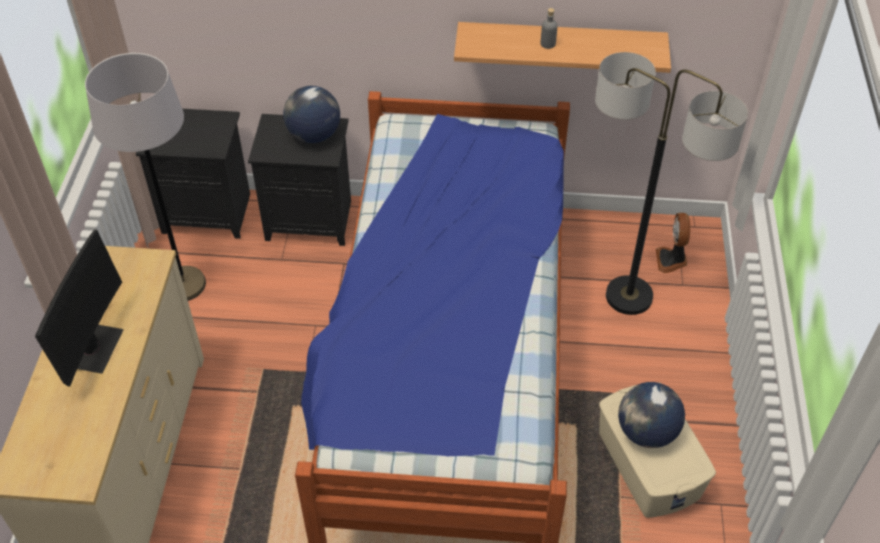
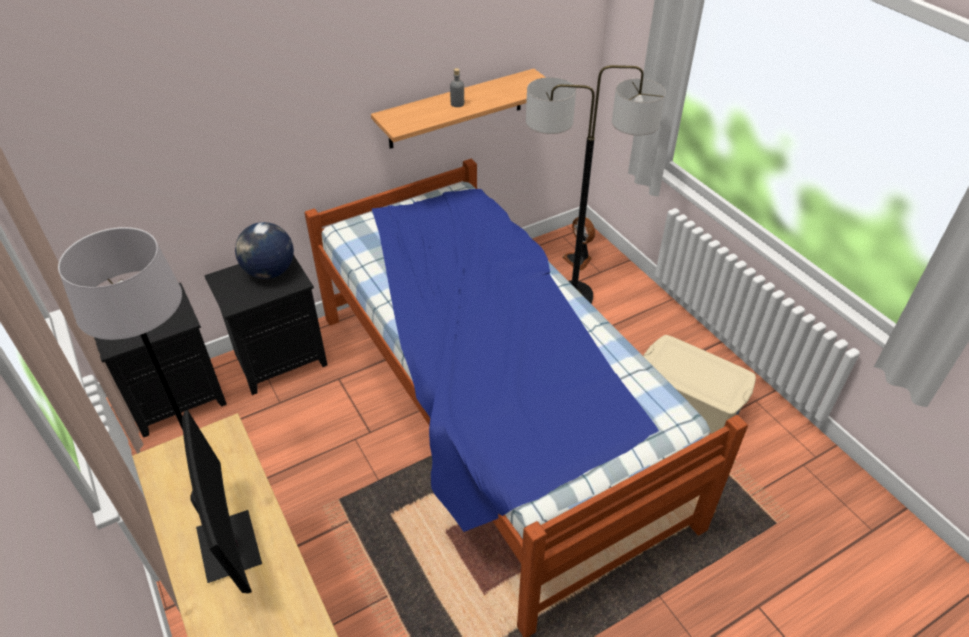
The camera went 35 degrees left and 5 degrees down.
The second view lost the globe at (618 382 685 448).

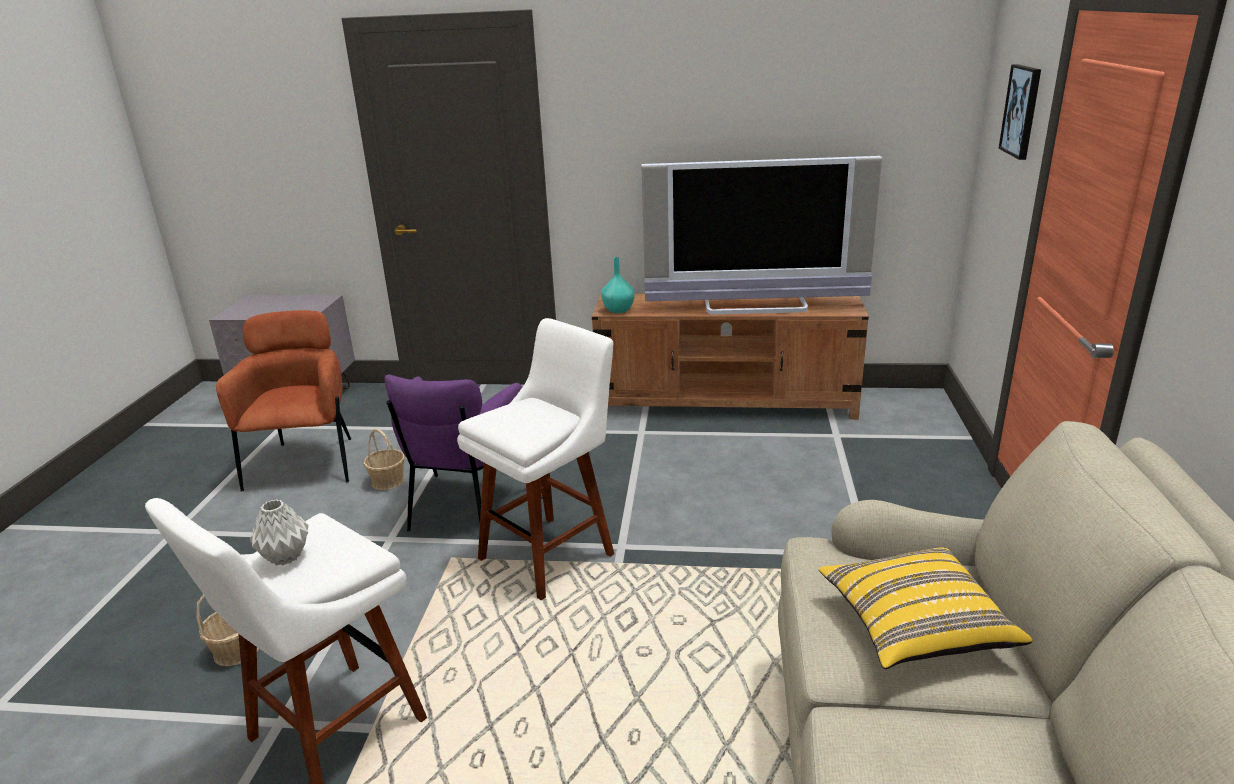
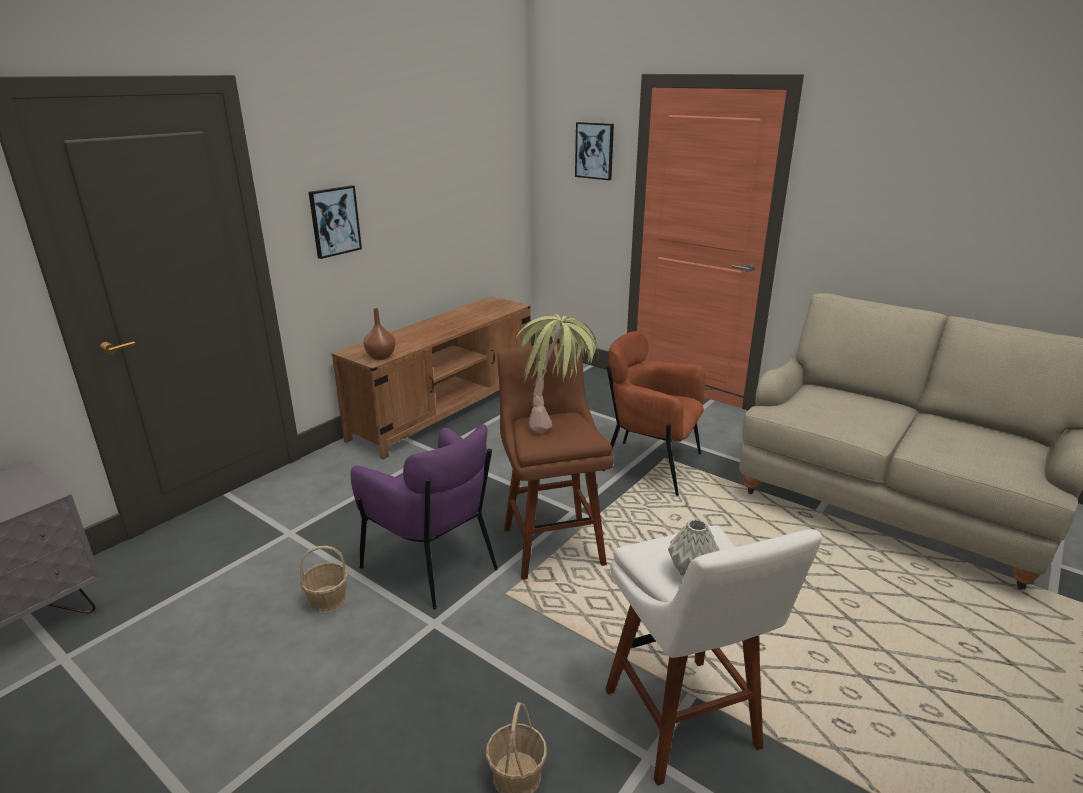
The camera went 60 degrees left and 0 degrees up.
The armchair (brown) ended up elsewhere, having gone from (216 310 351 491) to (602 331 705 496).
What was the stool (white) at (457 318 614 600) turned into the stool (brown) at (497 342 614 580).
What was the vase (turquoise) at (601 257 635 313) turned into the vase (brown) at (363 308 395 360).
The second view lost the television at (642 156 882 315).
The second view lost the pillow (yellow) at (819 548 1032 669).
The second view gained the picture at (309 185 362 259).
The second view gained the potted plant at (515 314 599 434).

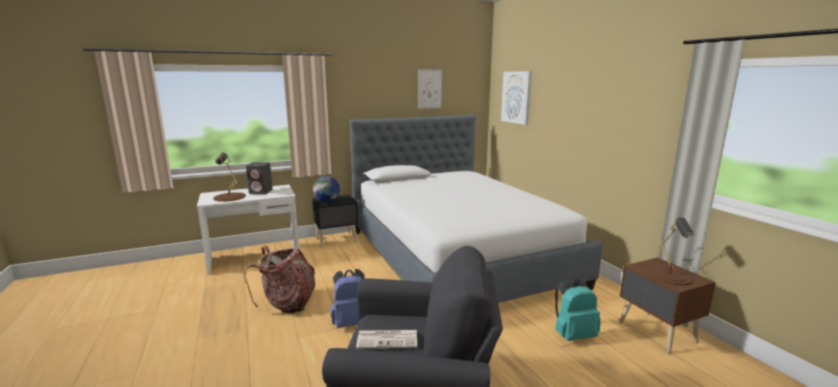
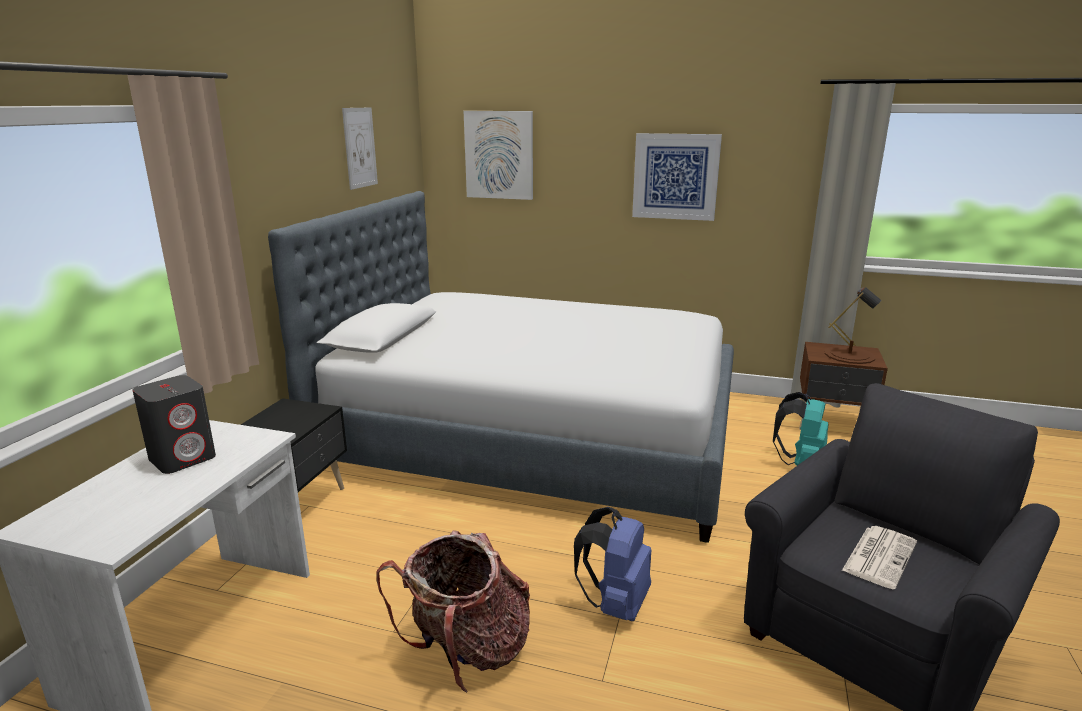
The camera went 50 degrees left and 5 degrees up.
The second view lost the table lamp (brown) at (213 153 246 202).
The second view lost the globe at (313 176 340 203).
The second view gained the picture at (632 133 722 221).

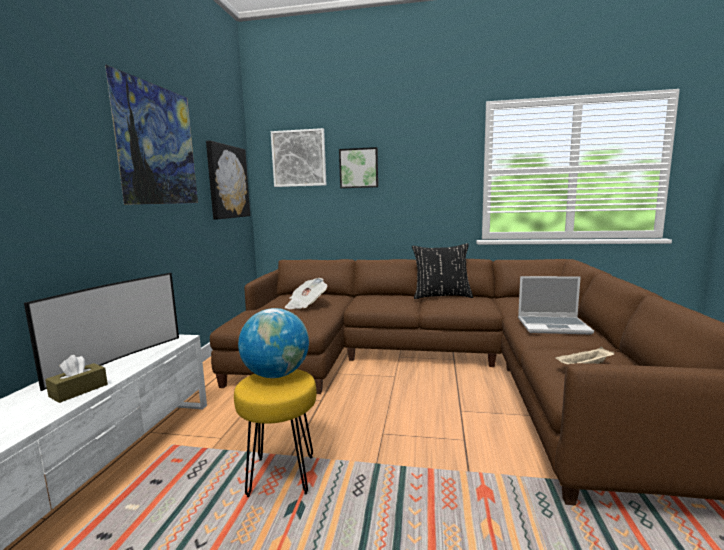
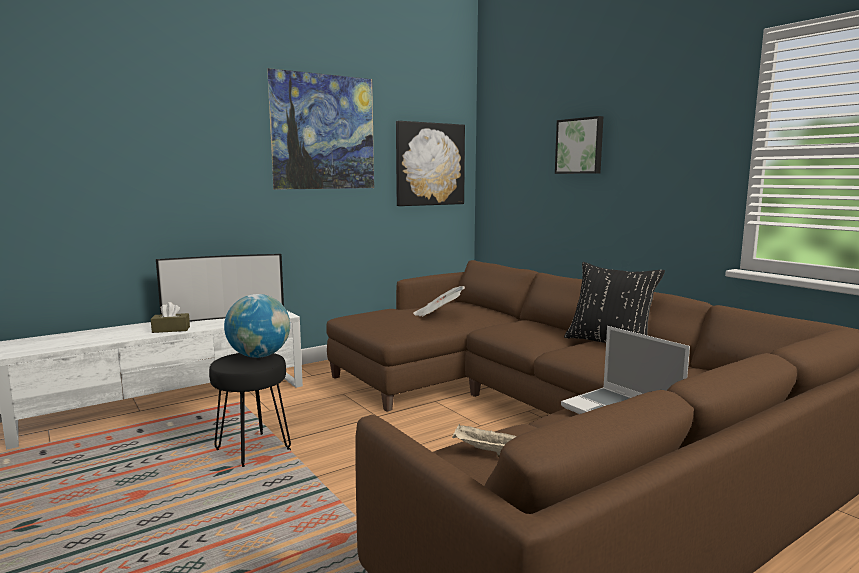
The camera went 45 degrees right and 0 degrees up.
What was the stool (yellow) at (234 369 316 497) turned into the stool (black) at (209 353 291 467).
The second view lost the picture at (271 128 327 187).

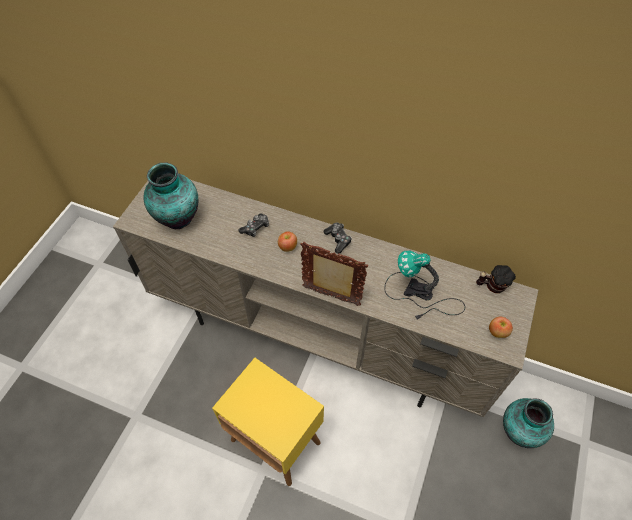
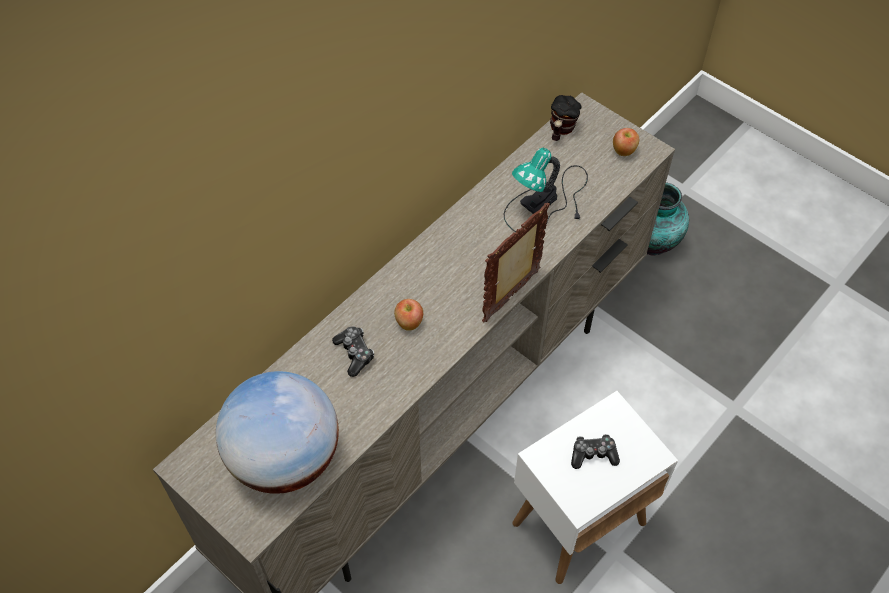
The camera went 70 degrees left and 0 degrees up.
Where the vase stood at (144 163 199 229), the globe came to stand at (216 371 339 494).
What was the side table (yellow) at (212 358 324 486) turned into the side table (white) at (512 391 678 584).
The game controller ended up elsewhere, having gone from (323 223 352 254) to (571 434 620 469).

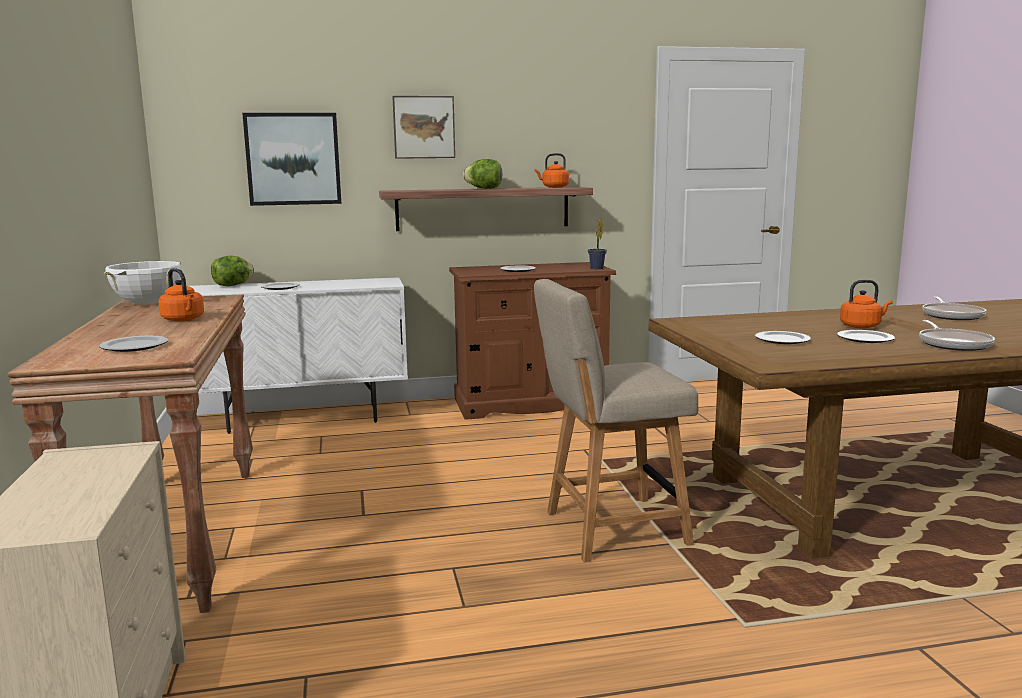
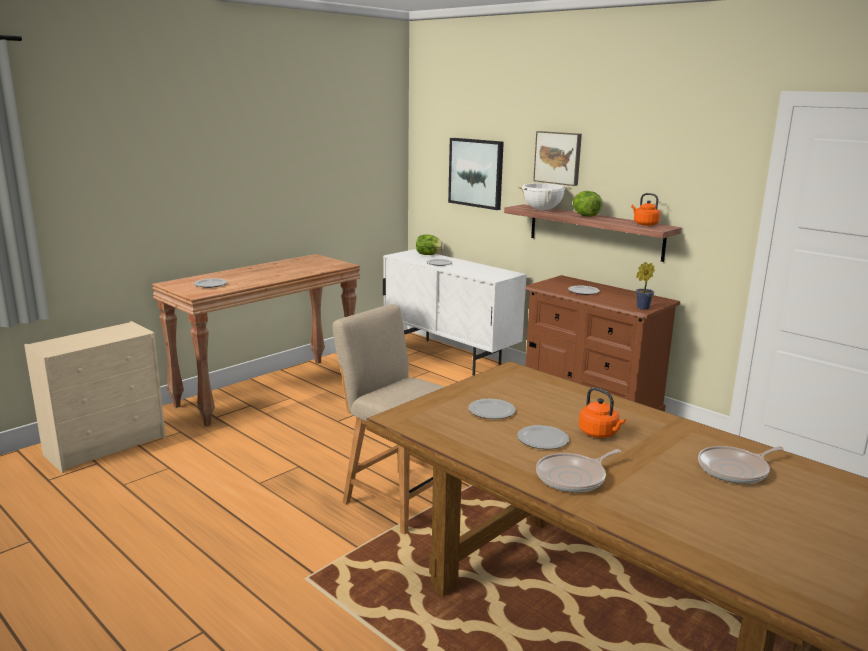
The camera went 55 degrees right and 5 degrees up.
The cooking pot (white) ended up elsewhere, having gone from (104 261 182 305) to (518 183 570 210).
The second view lost the kettle (orange) at (159 268 204 321).

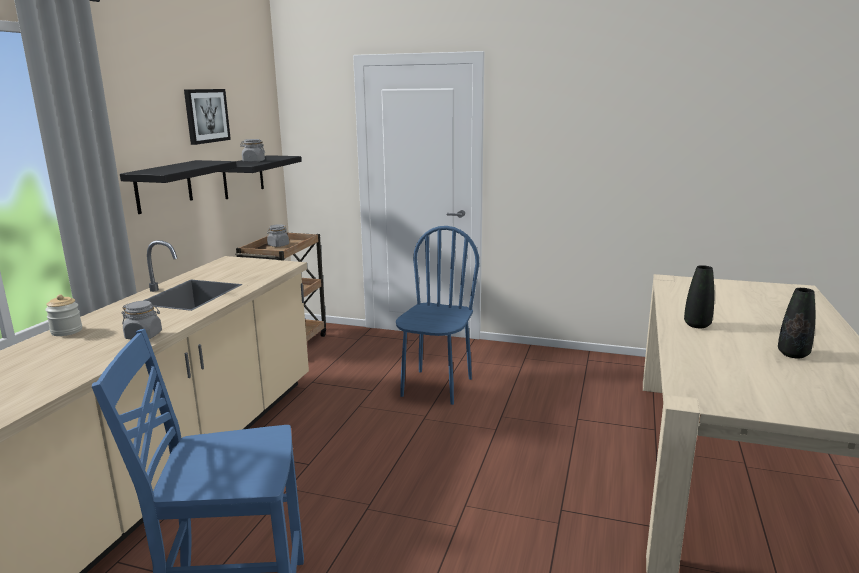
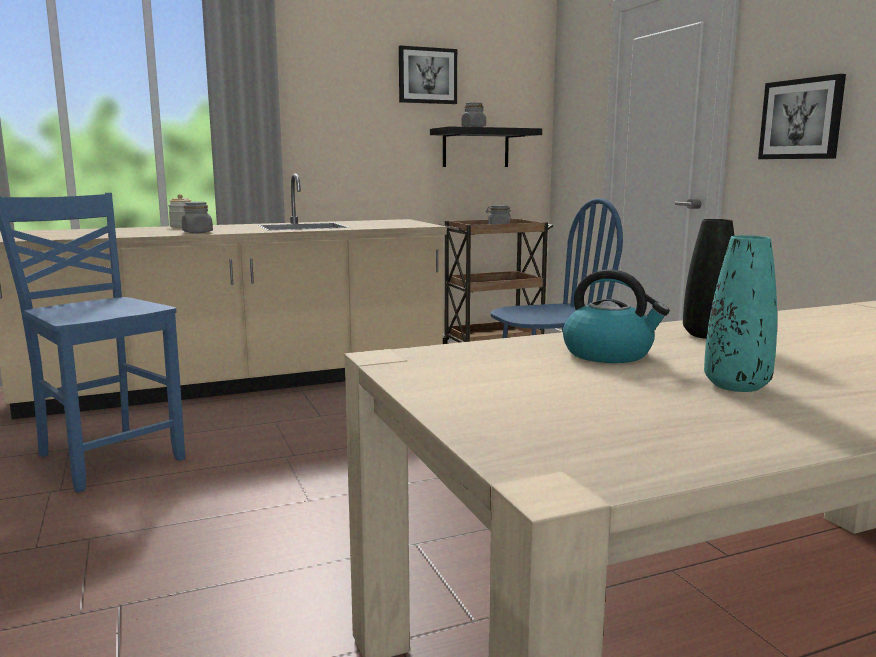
The camera went 50 degrees right and 5 degrees down.
The second view lost the shelf (black) at (120 160 237 214).
What was the vase (black) at (778 288 815 359) turned into the vase (turquoise) at (704 235 777 392).
The second view gained the kettle at (563 269 670 363).
The second view gained the picture at (758 74 846 159).

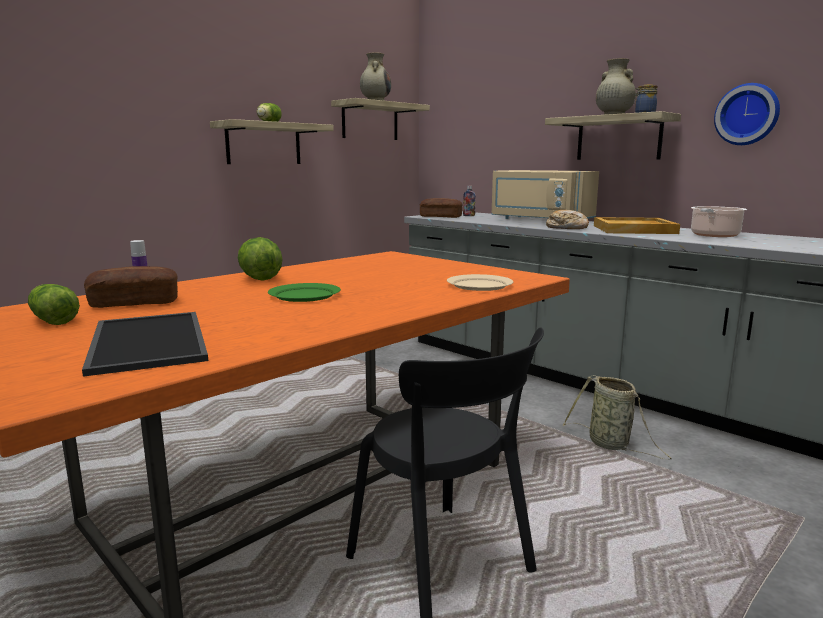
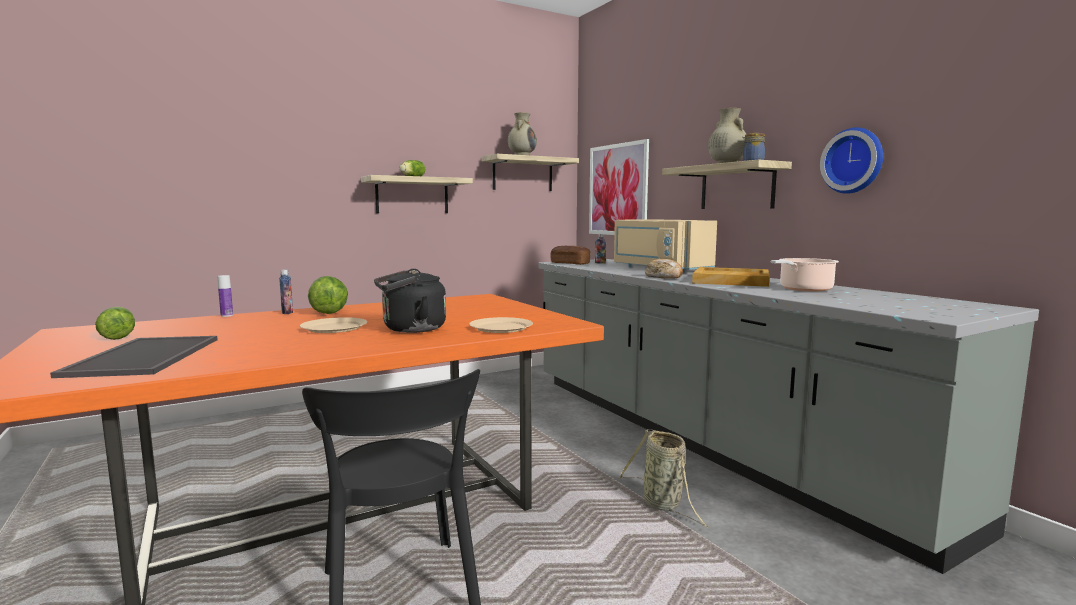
The camera went 15 degrees right and 5 degrees down.
The second view lost the bread at (84 266 178 308).
What was the plate (green) at (268 283 341 302) turned into the plate (beige) at (300 317 367 333).
The second view gained the bottle at (279 269 293 314).
The second view gained the kettle (black) at (374 269 446 333).
The second view gained the picture at (589 139 649 235).

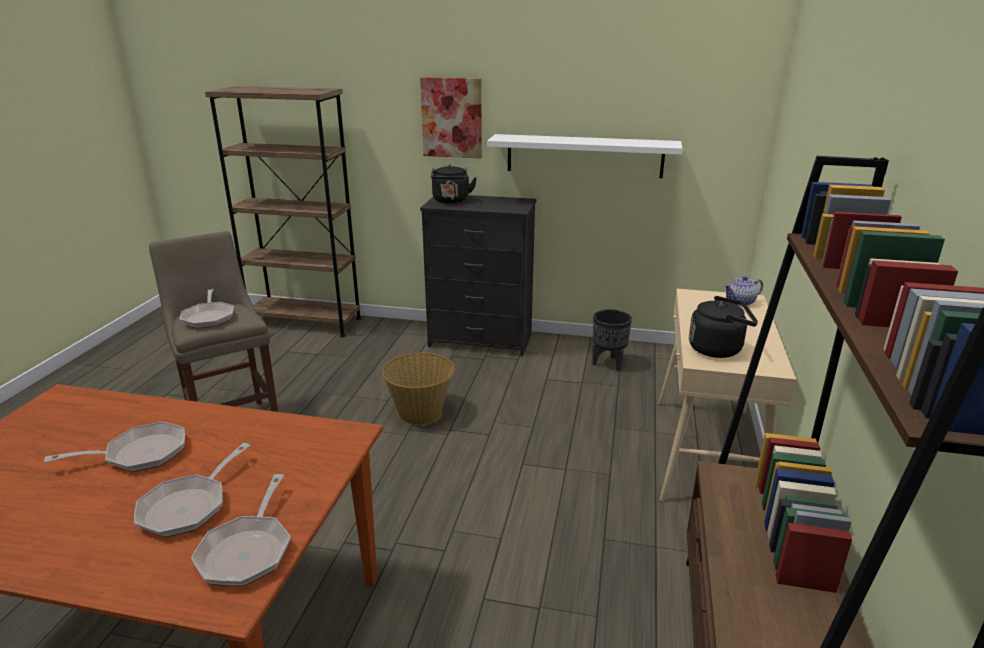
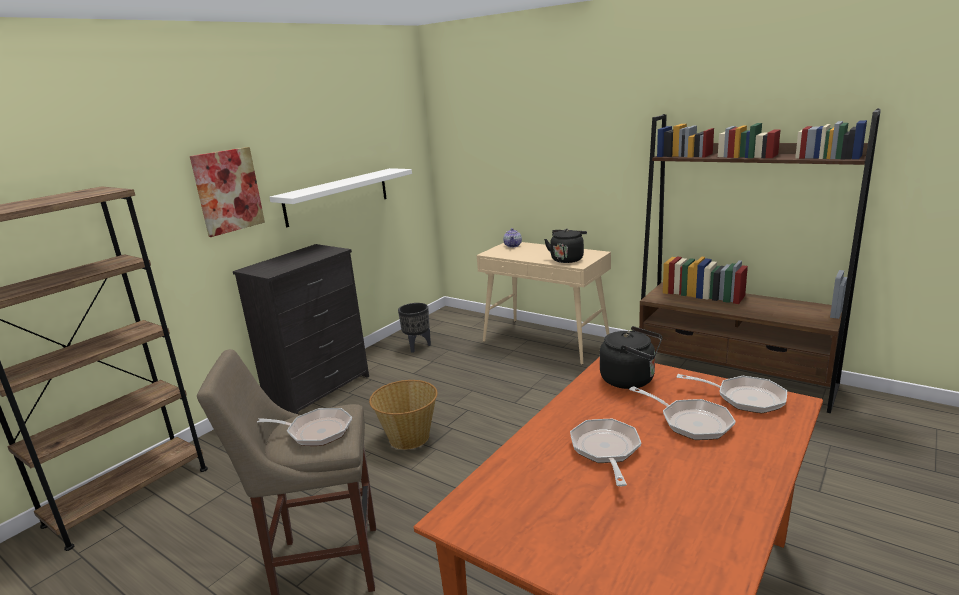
The camera went 65 degrees left and 5 degrees down.
The kettle (black) ended up elsewhere, having gone from (431 165 477 203) to (600 326 662 389).

